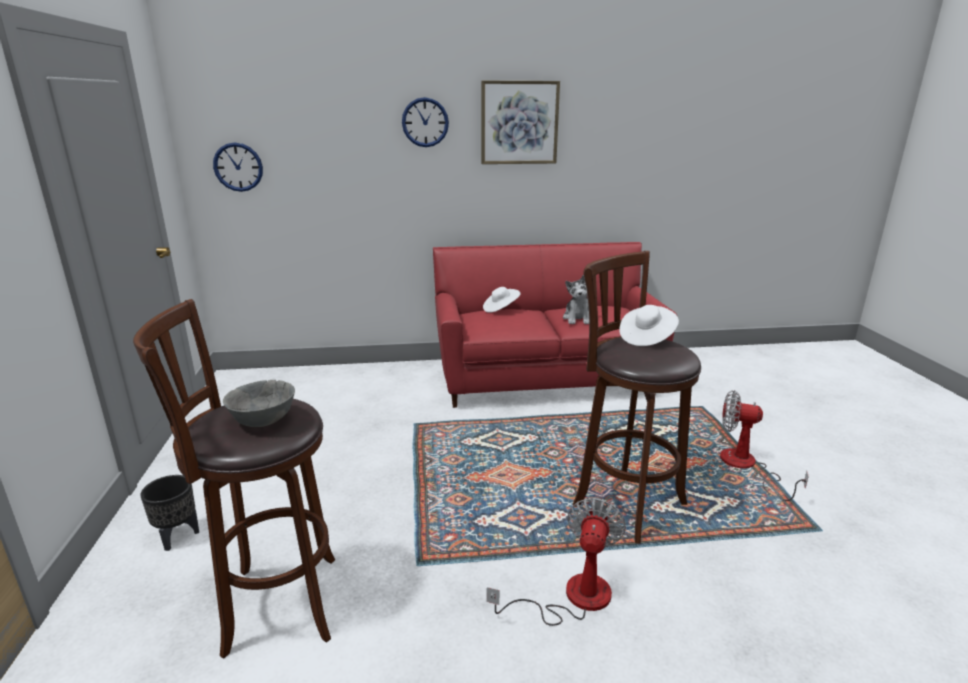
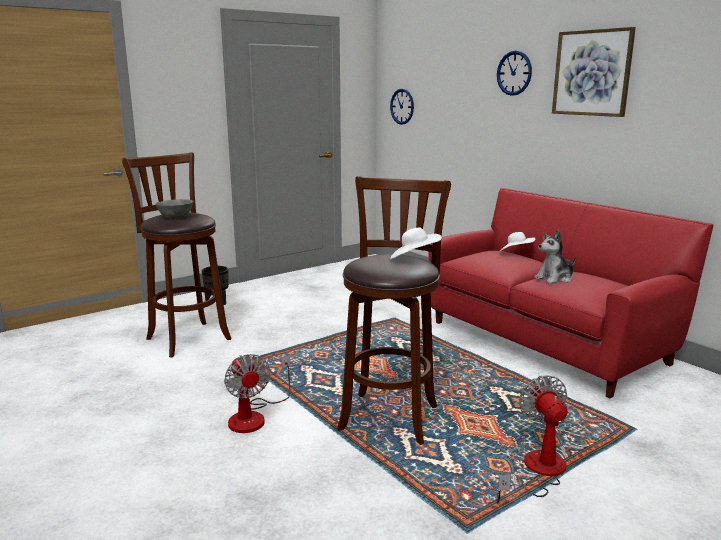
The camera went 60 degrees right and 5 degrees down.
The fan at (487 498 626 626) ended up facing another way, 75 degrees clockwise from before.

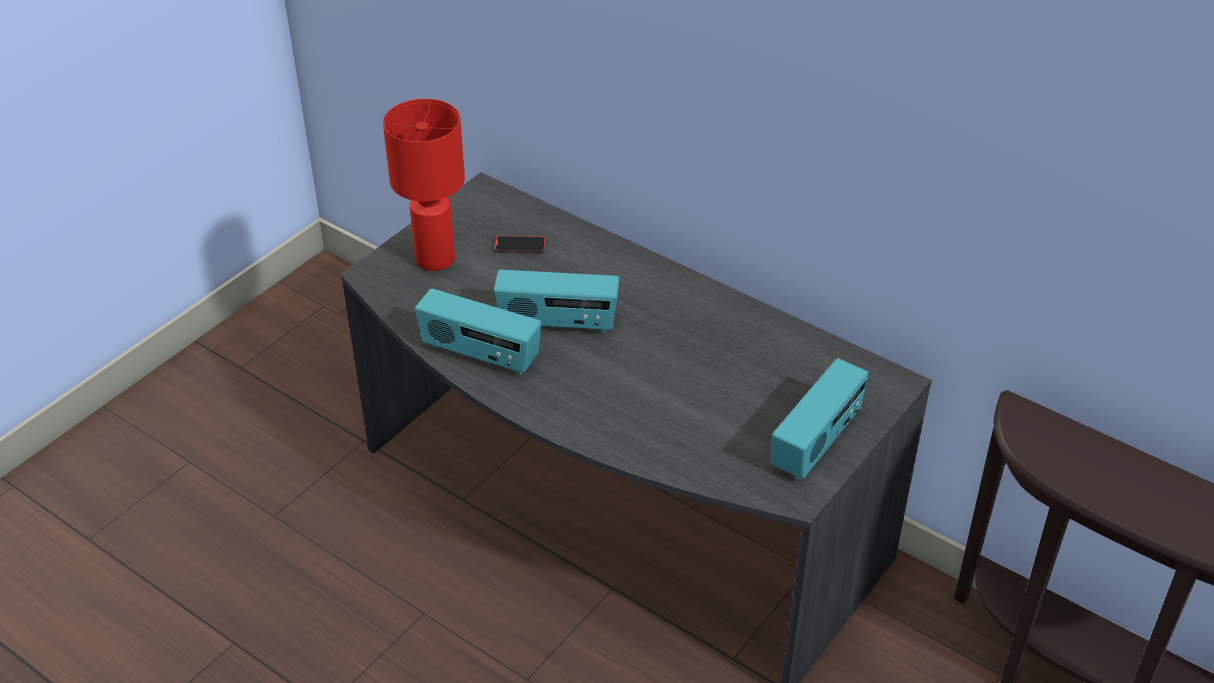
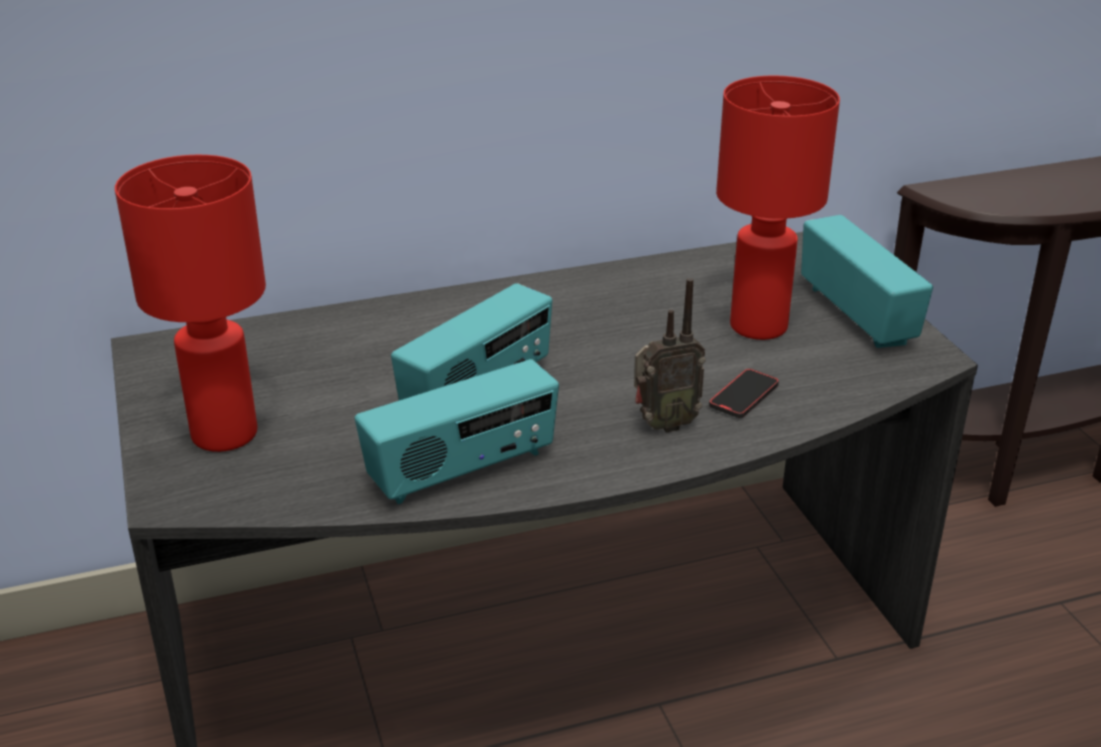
The camera went 55 degrees left and 10 degrees down.
The phone ended up elsewhere, having gone from (494 235 546 254) to (709 369 779 418).
The second view gained the radio at (634 278 706 433).
The second view gained the table lamp (red) at (716 76 840 340).

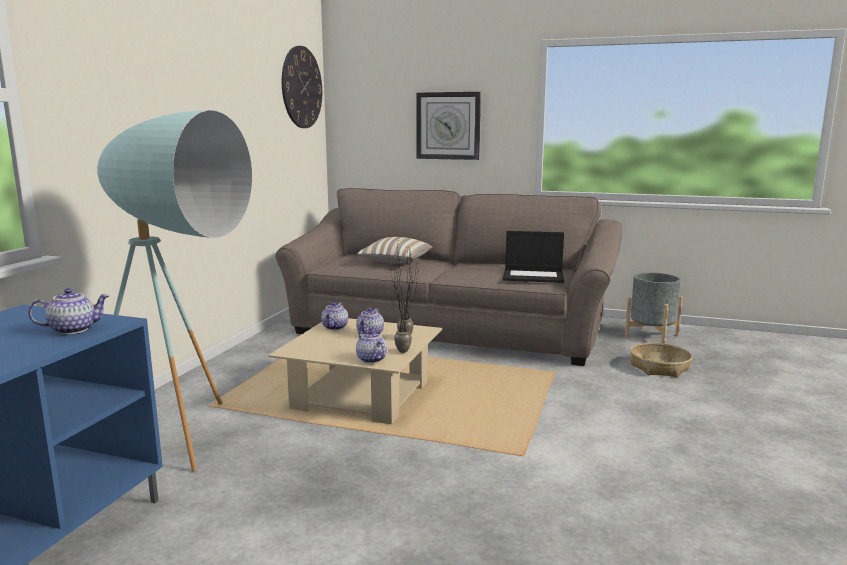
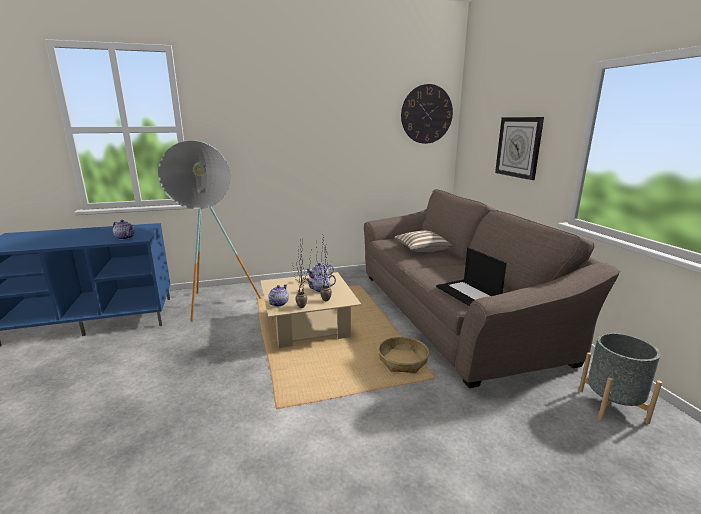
The camera went 55 degrees right and 5 degrees up.
The basket ended up elsewhere, having gone from (630 343 693 377) to (379 337 429 373).

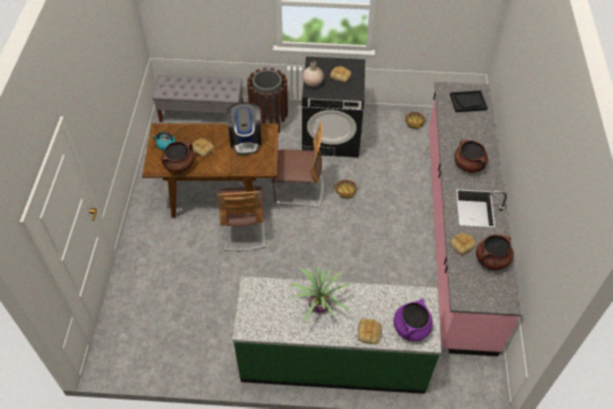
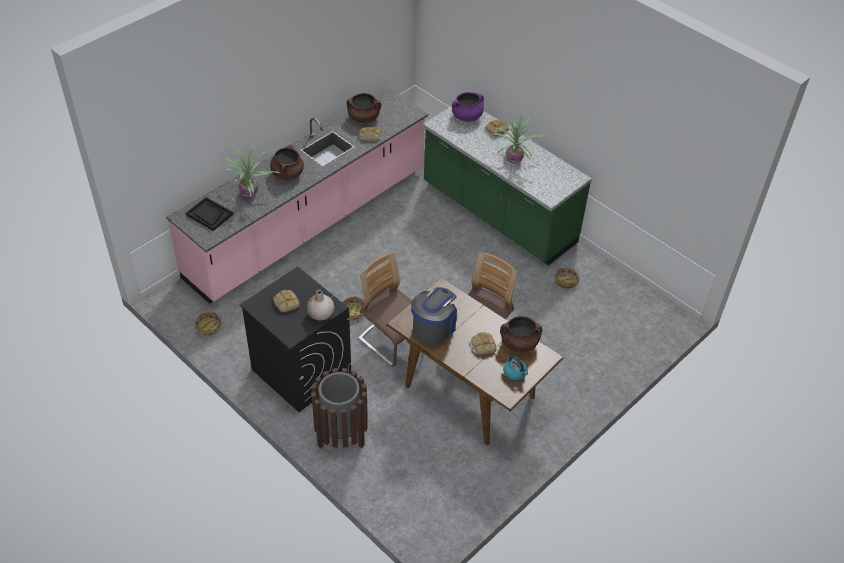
The camera went 140 degrees left and 5 degrees down.
The second view lost the bench (grey) at (152 75 243 122).
The second view gained the potted plant at (222 146 280 197).
The second view gained the basket at (554 268 580 289).

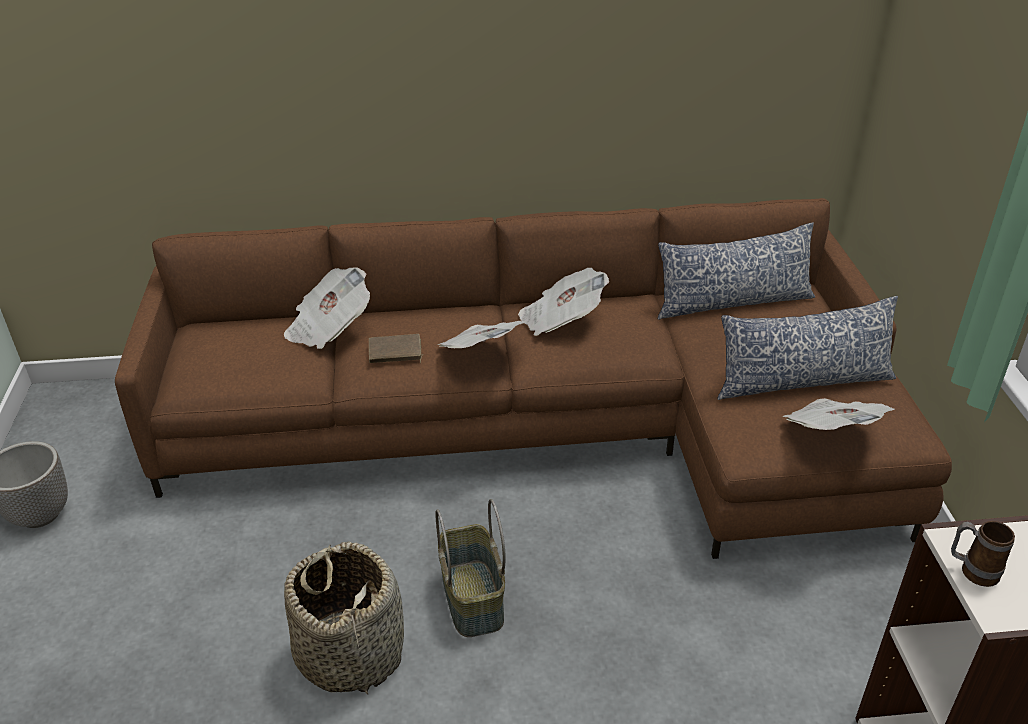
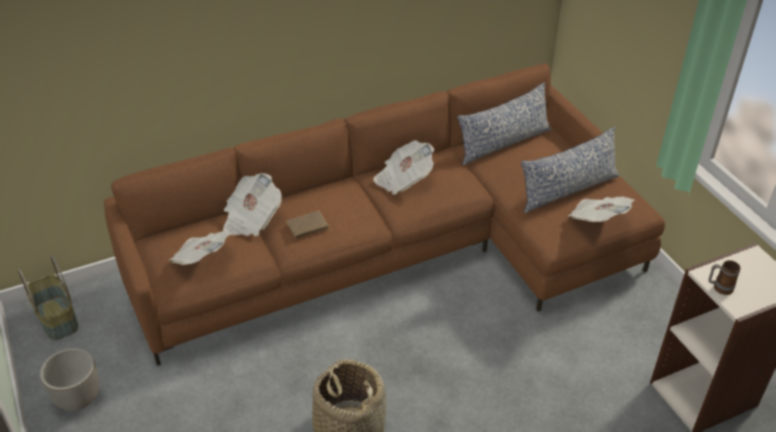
The camera went 20 degrees left and 5 degrees up.
The basket ended up elsewhere, having gone from (435 499 506 637) to (18 256 78 340).
The newspaper ended up elsewhere, having gone from (437 321 525 348) to (168 231 231 265).

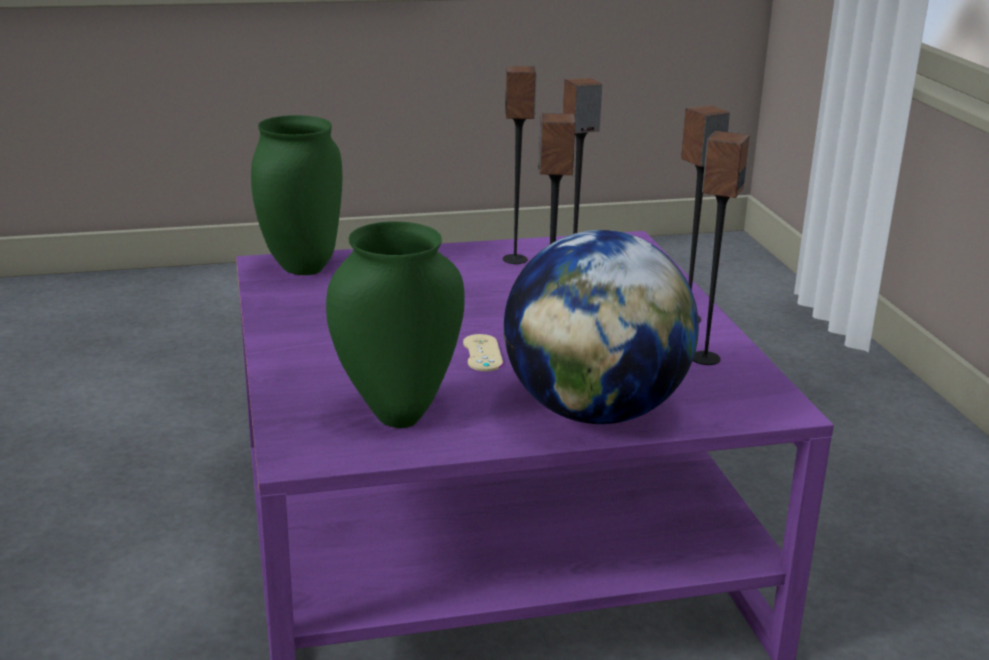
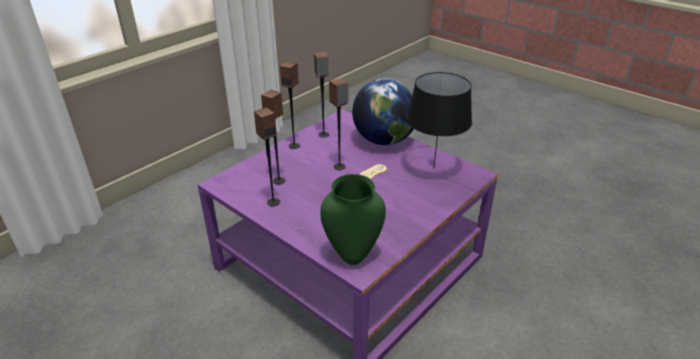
The camera went 125 degrees left and 10 degrees up.
Where the vase (green) stood at (326 221 465 428), the table lamp (black) came to stand at (407 72 472 169).

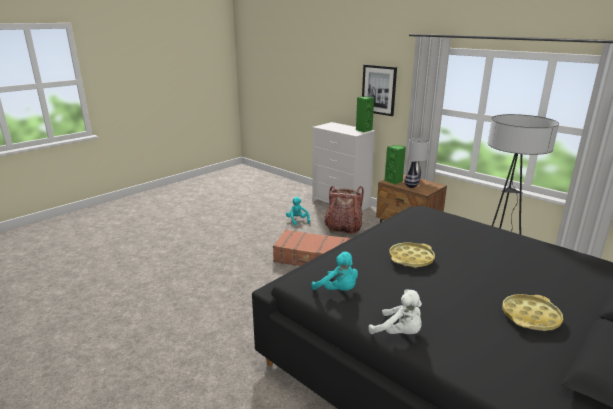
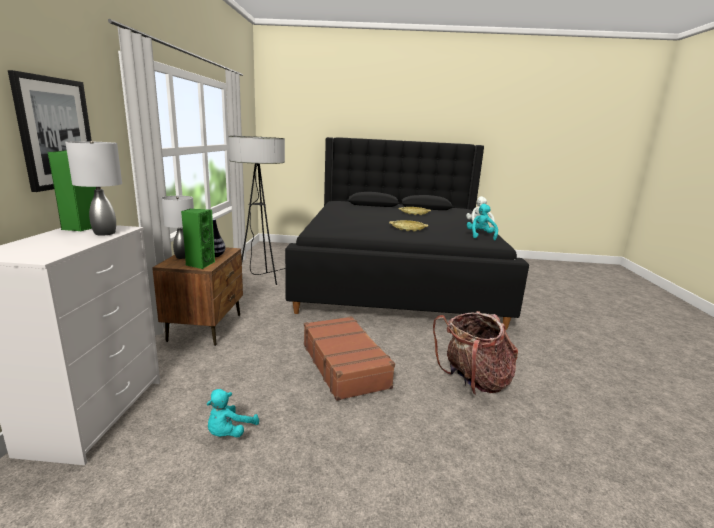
The camera went 130 degrees left and 5 degrees down.
The backpack ended up elsewhere, having gone from (324 186 364 235) to (433 311 518 395).
The second view gained the table lamp (grey) at (65 141 122 236).

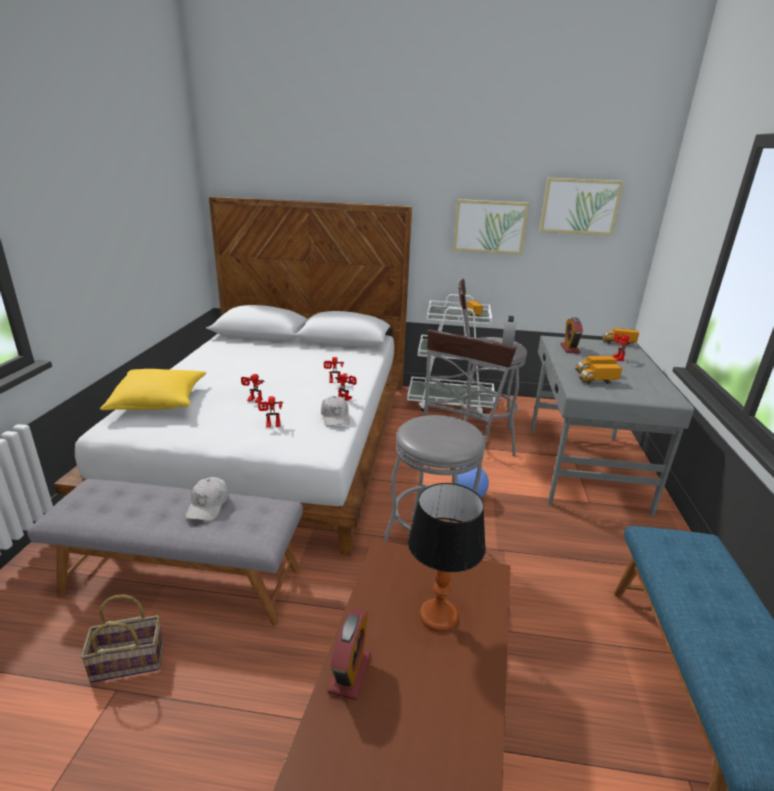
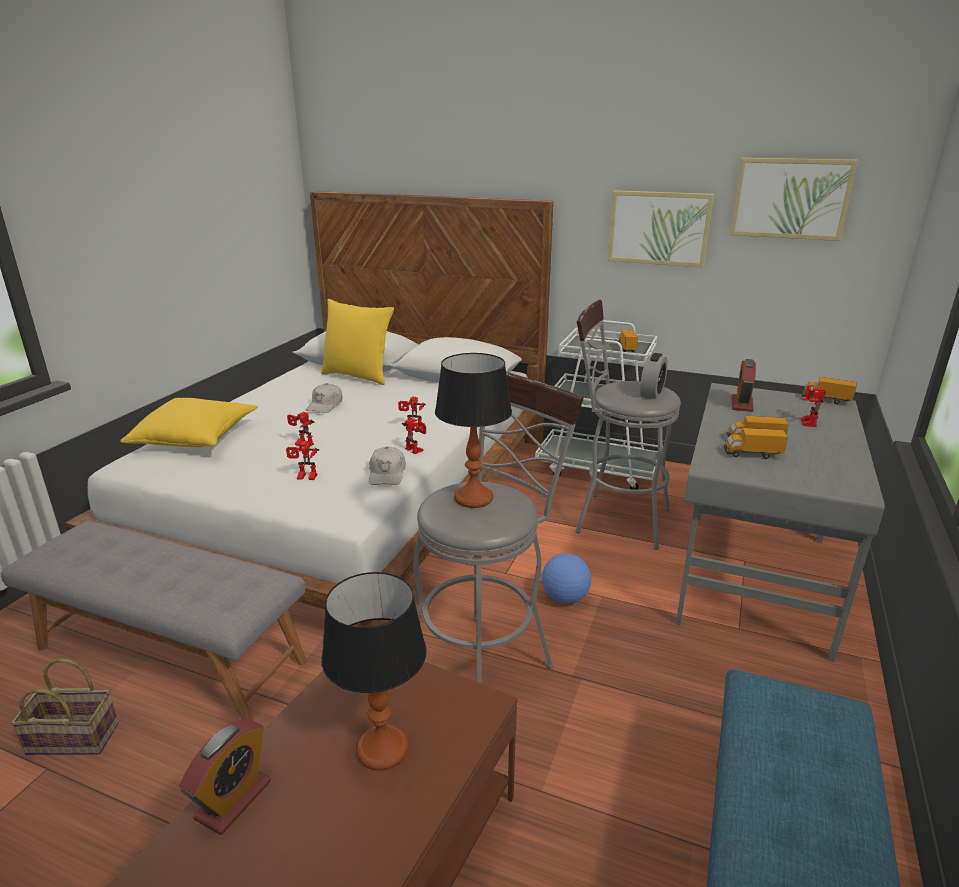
The camera went 15 degrees right and 0 degrees up.
The cap (white) ended up elsewhere, having gone from (185 477 228 521) to (306 383 342 413).
The second view gained the pillow (yellow) at (321 299 394 385).
The second view gained the table lamp at (435 353 512 508).

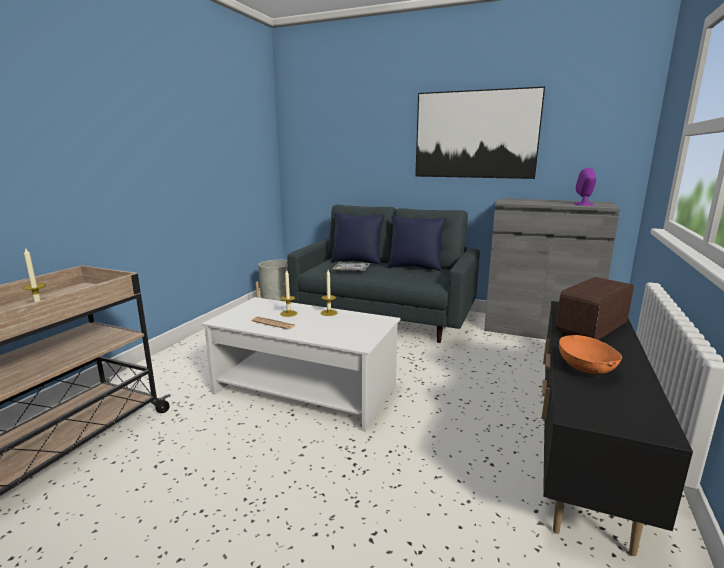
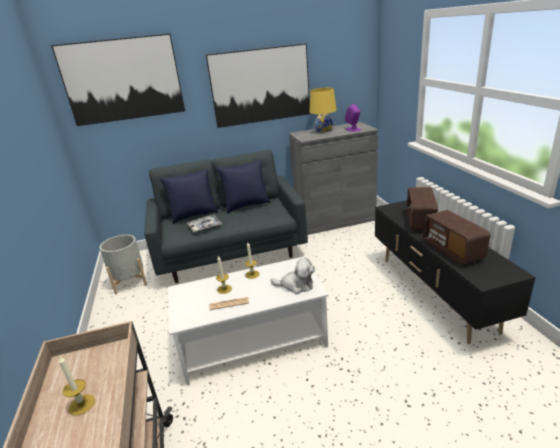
The camera went 35 degrees left and 10 degrees up.
Where the bowl (orange) stood at (559 335 623 375), the radio came to stand at (423 210 490 265).
The second view gained the picture at (51 34 185 126).
The second view gained the plush toy at (270 258 315 294).
The second view gained the table lamp (yellow) at (309 88 337 132).

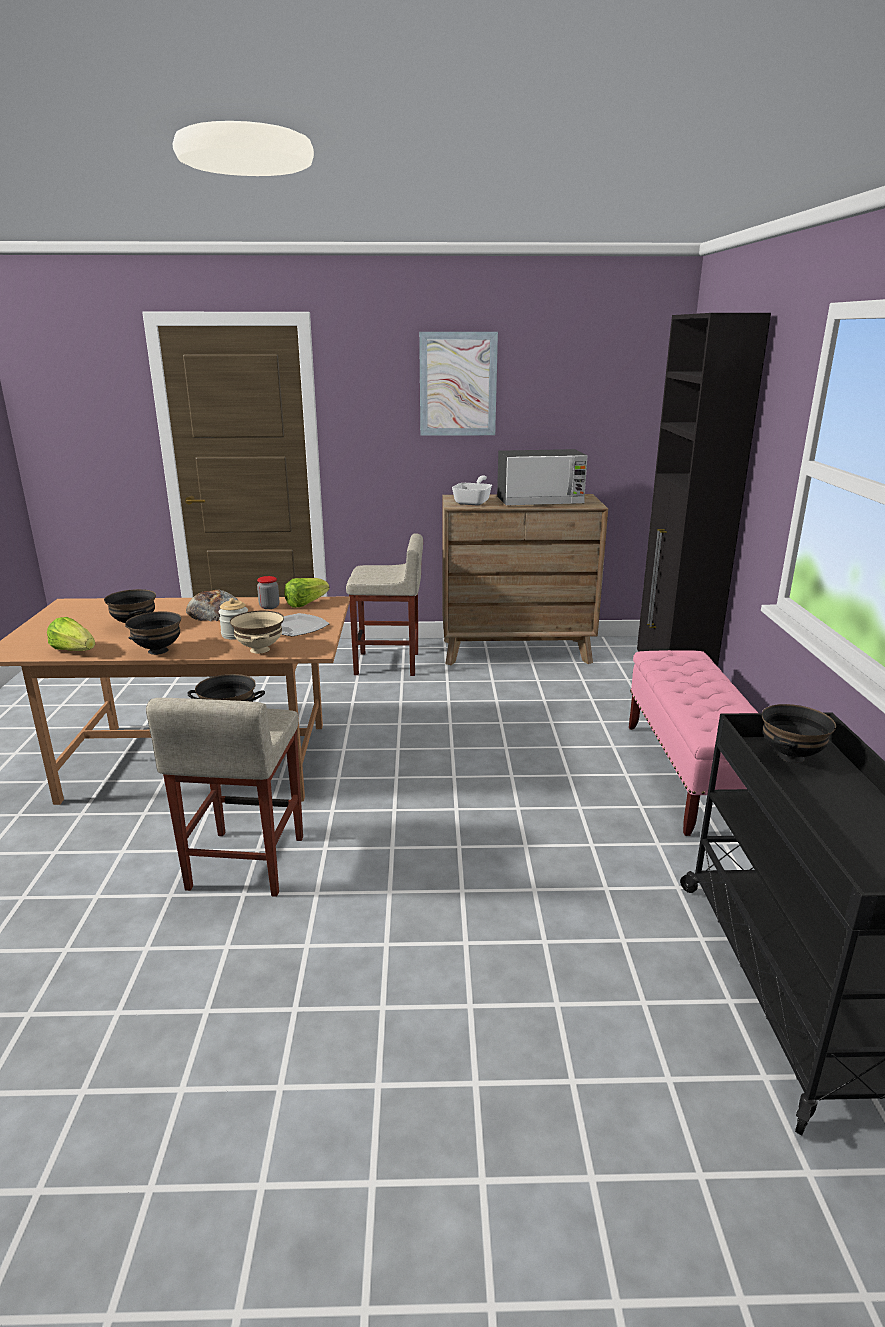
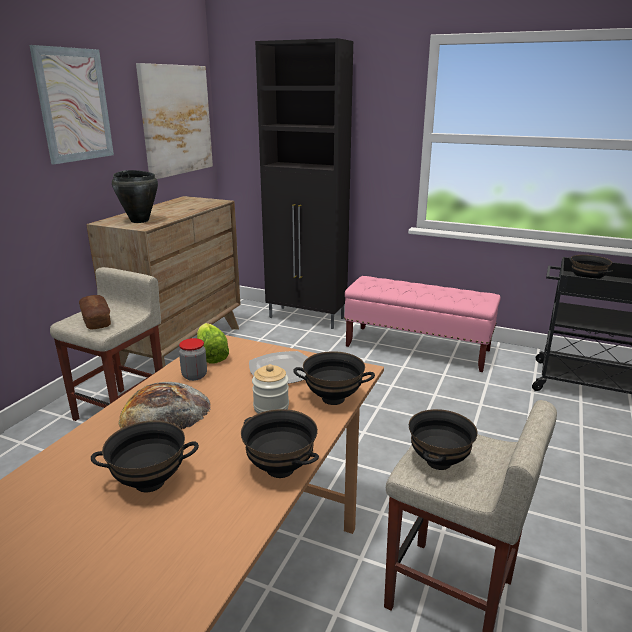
The camera went 65 degrees left and 0 degrees up.
The second view lost the lettuce at (47 617 95 651).
What was the bowl (beige) at (230 611 284 654) turned into the bowl (black) at (293 351 375 405).
Where the frying pan stood at (452 475 492 505), the cooking pot (black) came to stand at (112 170 158 223).
The second view lost the microwave at (497 449 587 506).
The second view gained the bread at (79 295 111 329).
The second view gained the picture at (136 63 213 179).

